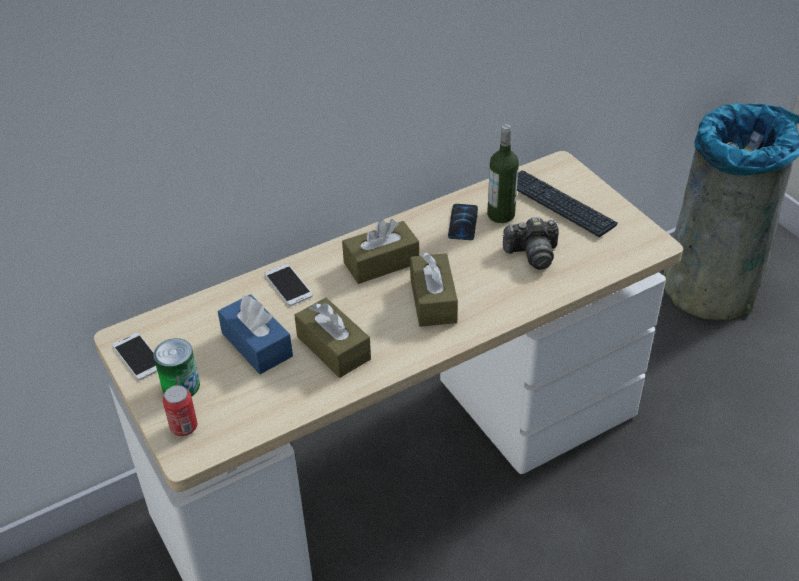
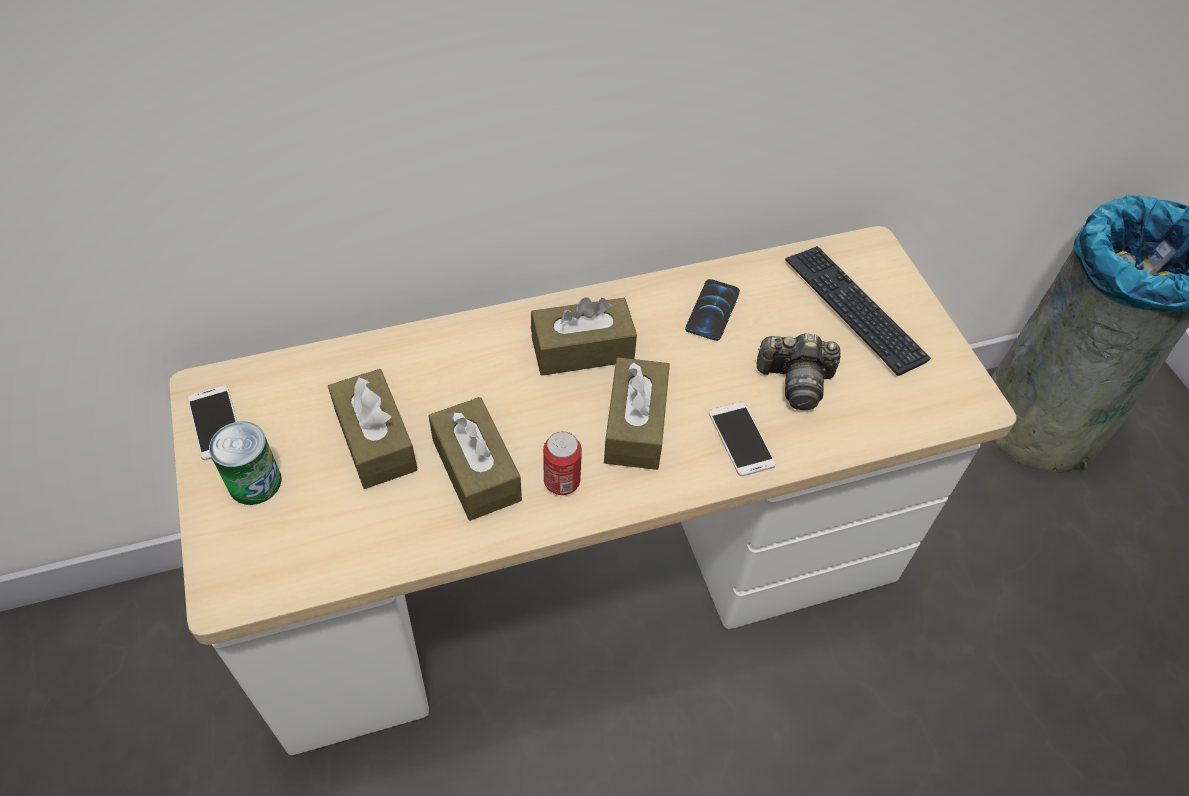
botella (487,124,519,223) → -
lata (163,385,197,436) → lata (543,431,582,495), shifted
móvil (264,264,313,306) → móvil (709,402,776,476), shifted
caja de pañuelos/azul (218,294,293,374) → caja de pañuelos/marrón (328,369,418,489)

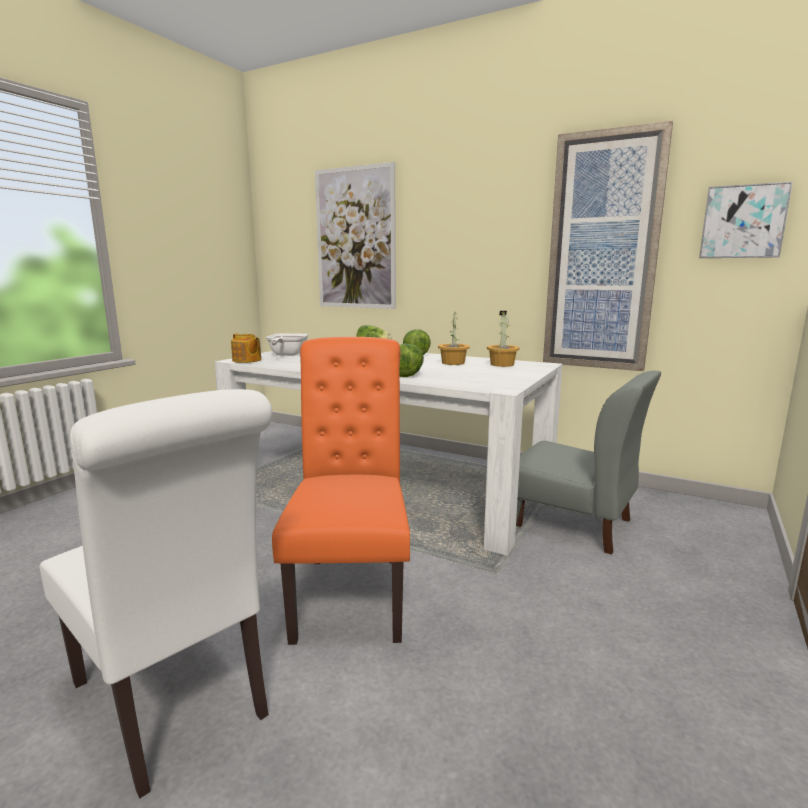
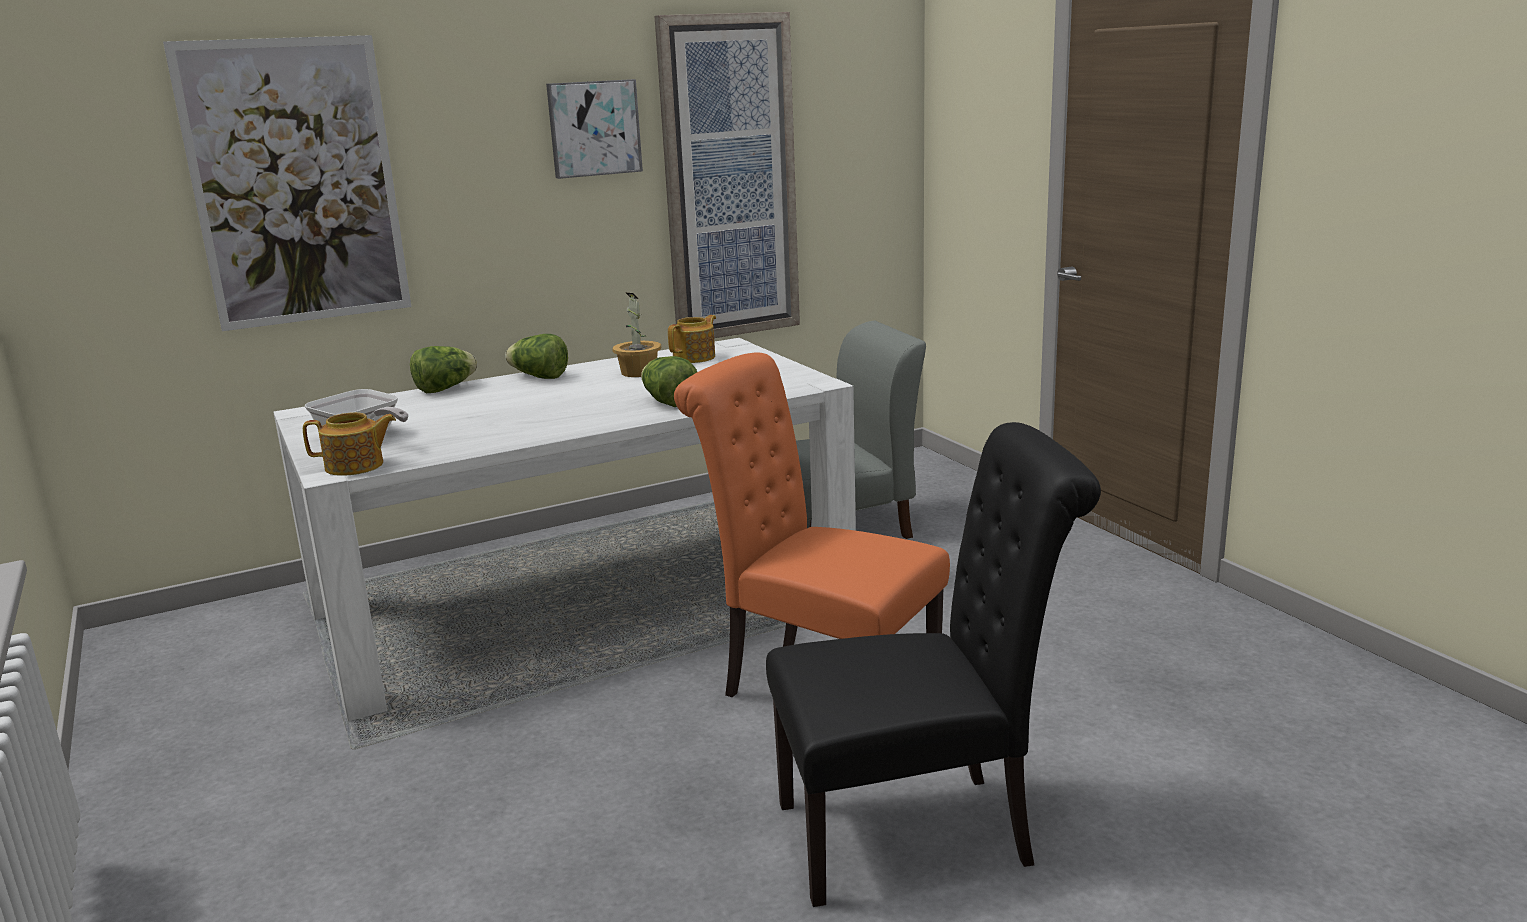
cuadro (699,182,793,258) → cuadro (546,79,643,179), shifted
planta en maceta (487,311,520,367) → tetera (668,315,716,363)
silla/blanco (40,389,272,799) → silla/negro (766,422,1101,907)

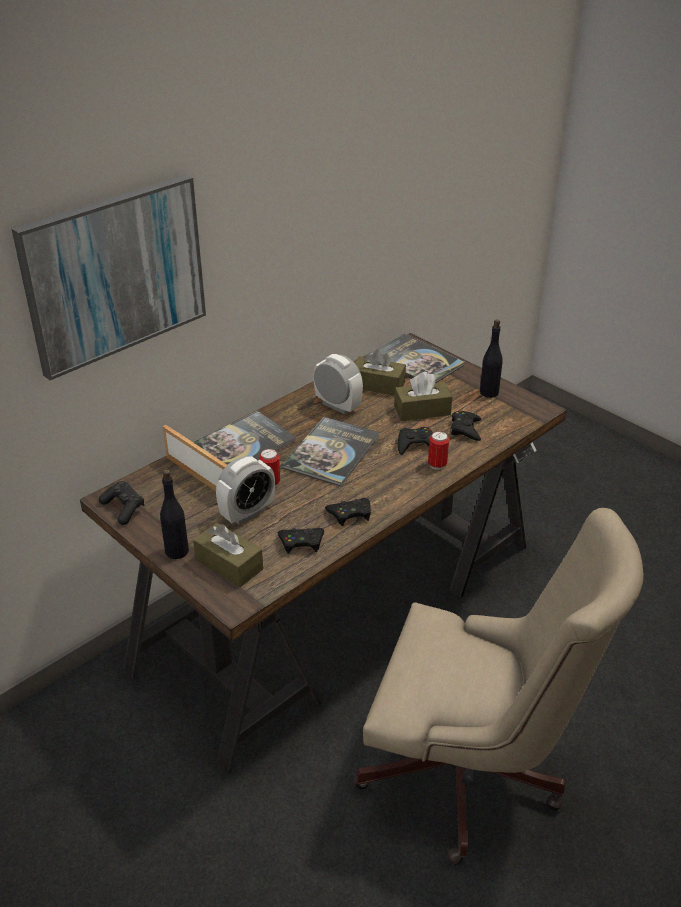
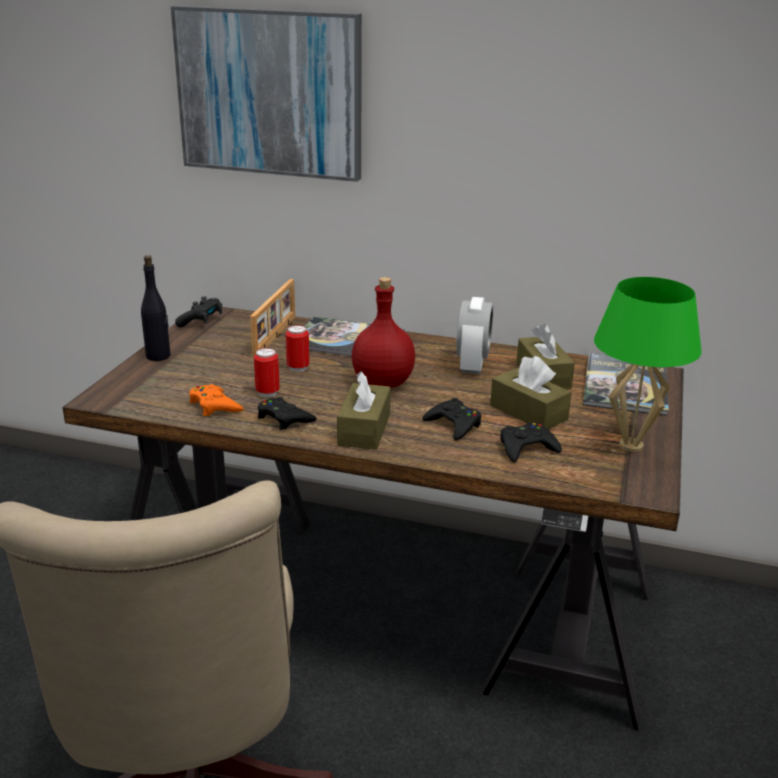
despertador (216,456,275,525) → -
caja de pañuelos/marrón (193,523,263,587) → caja de pañuelos/marrón (337,371,391,450), shifted
lata (428,431,449,470) → lata (254,348,280,397), shifted
libro (282,417,380,486) → botella/rojo (352,277,415,388)
botella/negro (480,319,503,398) → lámpara de mesa/verde (594,277,701,452)
mando de consola/negro (278,528,324,554) → mando de consola/naranja (189,384,244,416)

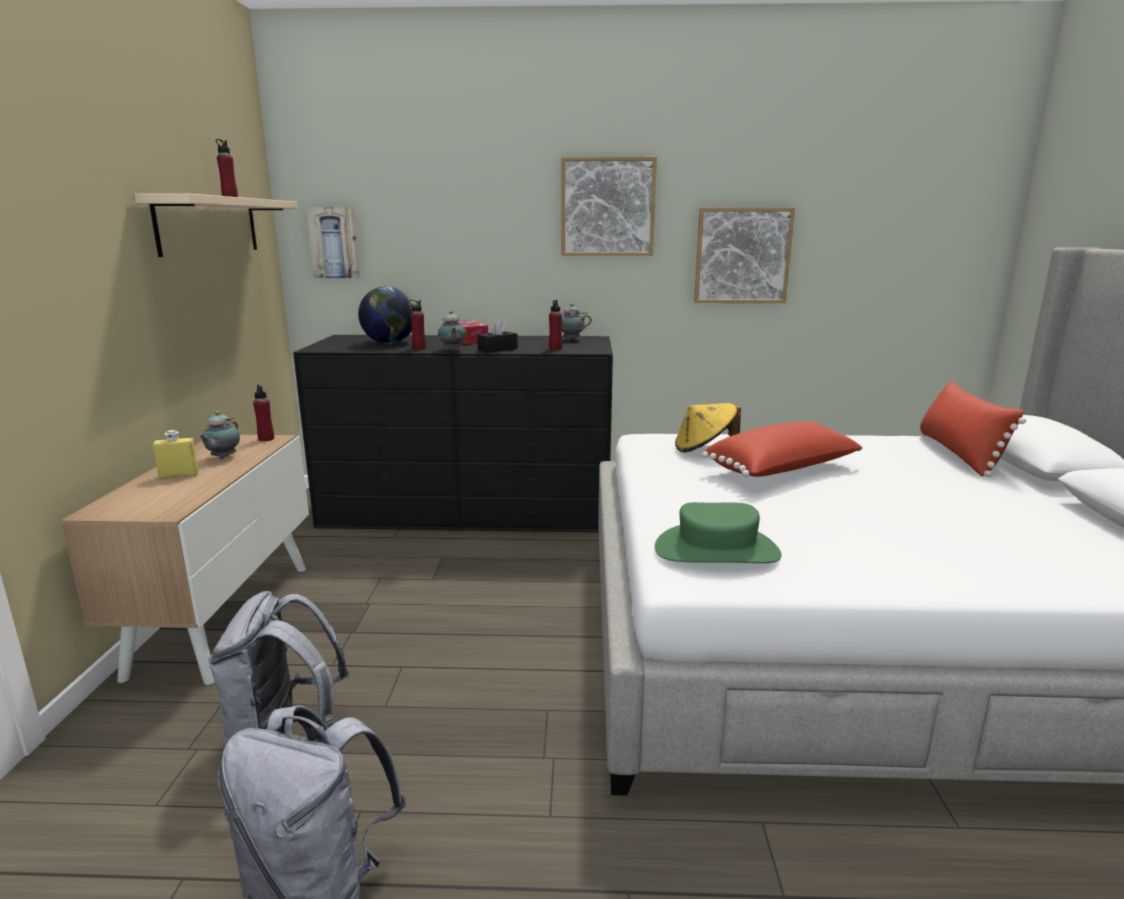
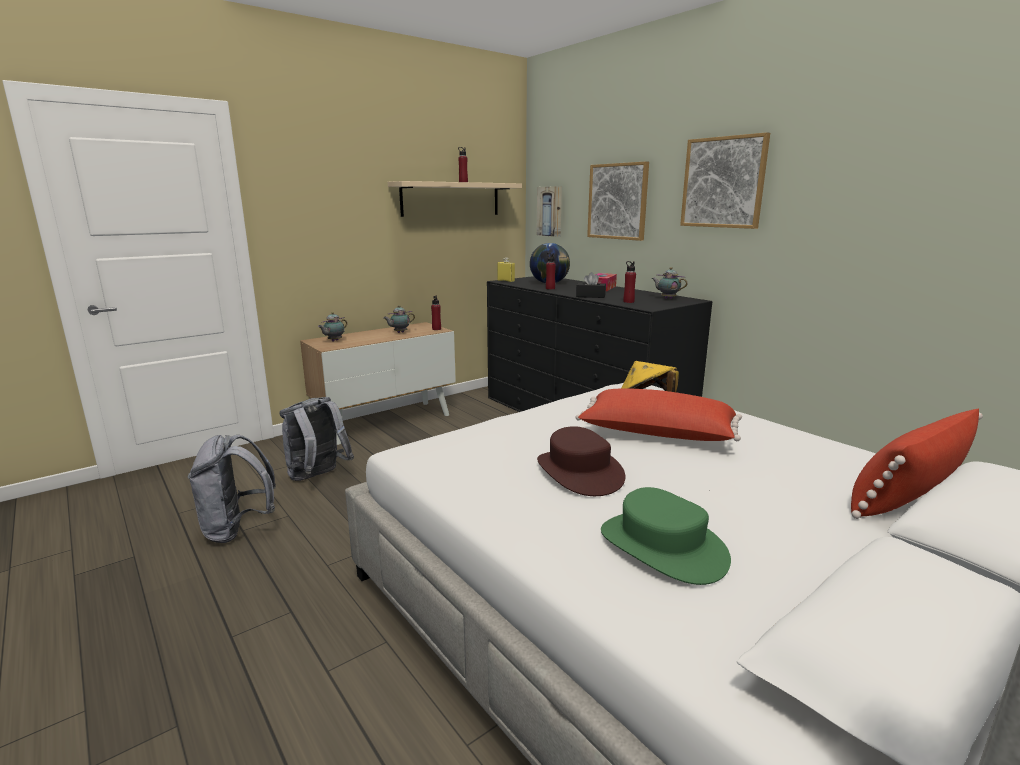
- → sombrero/marrón (537,426,626,496)
botella/amarillo (152,430,199,479) → botella/amarillo (497,258,515,282), shifted
tetera (438,311,466,351) → tetera (318,312,347,341), shifted
sombrero/verde (655,502,782,563) → sombrero/verde (601,487,731,585), shifted
cuadro (694,208,795,303) → cuadro (587,161,649,241), shifted

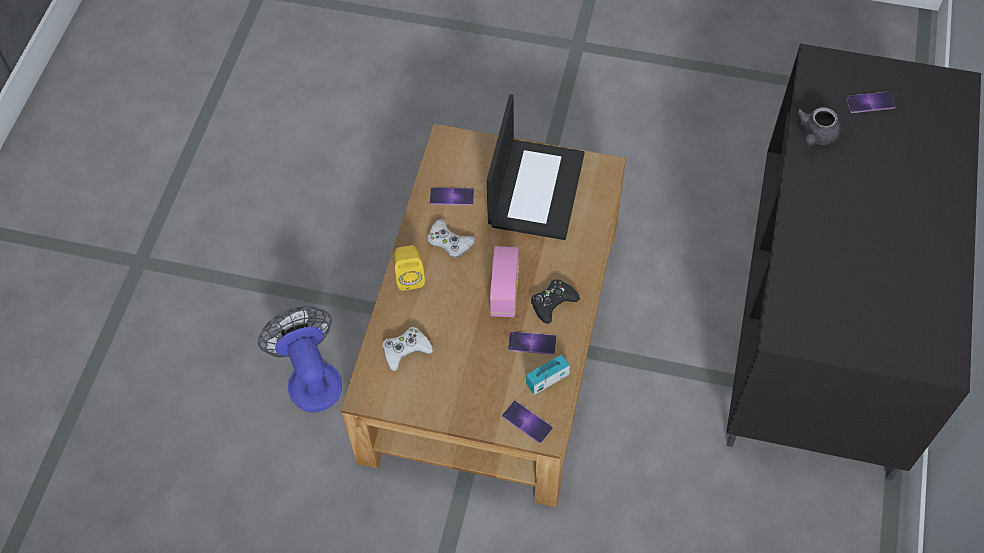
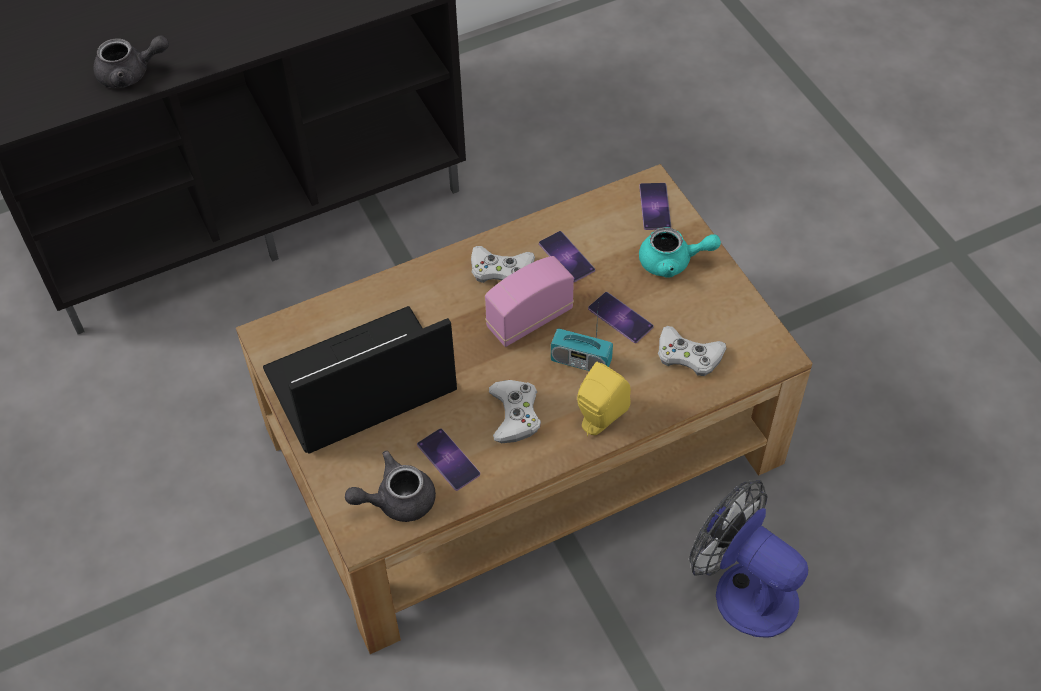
- → tetera/gris (345,451,436,522)
- → tetera/turquesa (639,227,721,278)
radio (526,355,570,395) → radio (551,312,613,371), shifted
móvil (846,91,896,113) → móvil (588,292,654,343), shifted
mando de consola/negro (531,279,580,324) → mando de consola/blanco (471,246,535,283)
ventilador (258,306,342,412) → ventilador (689,480,808,638), 105 degrees clockwise

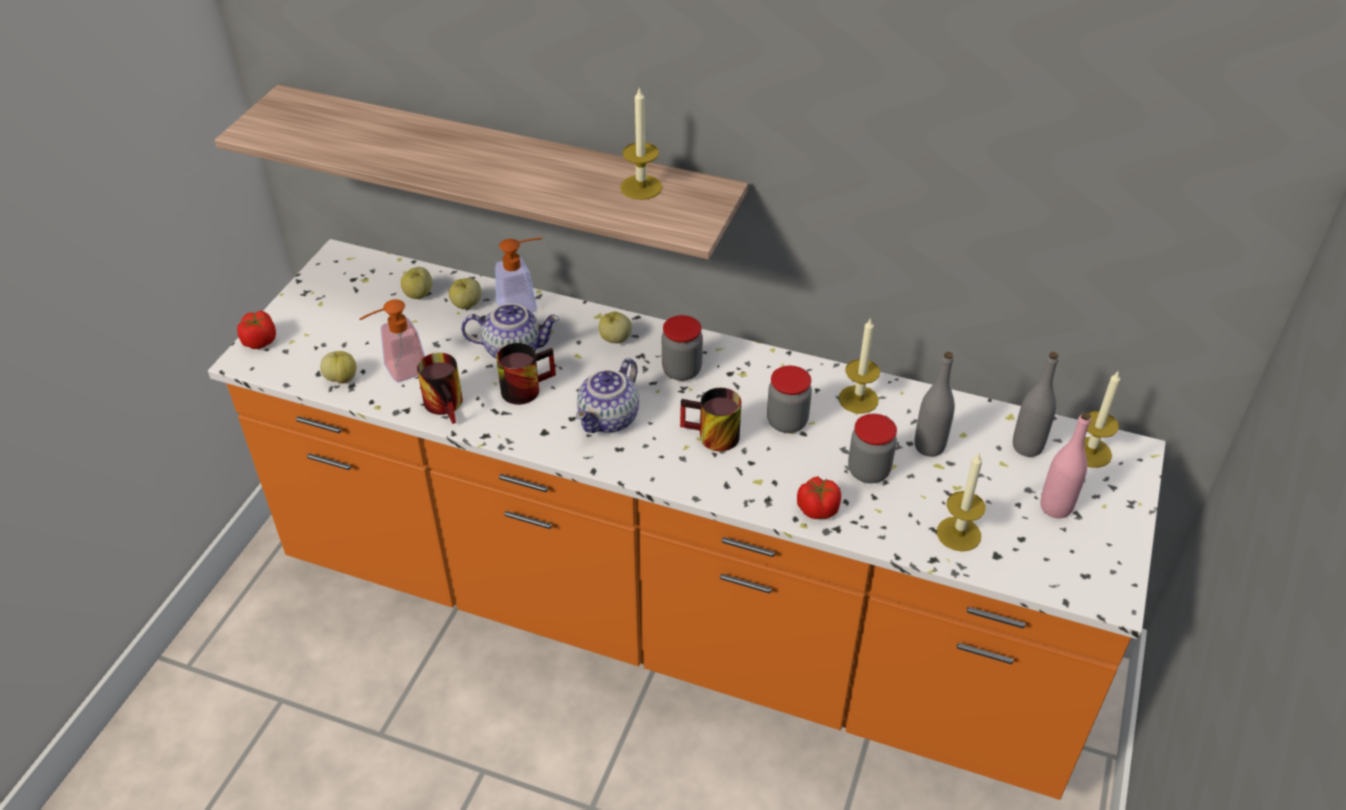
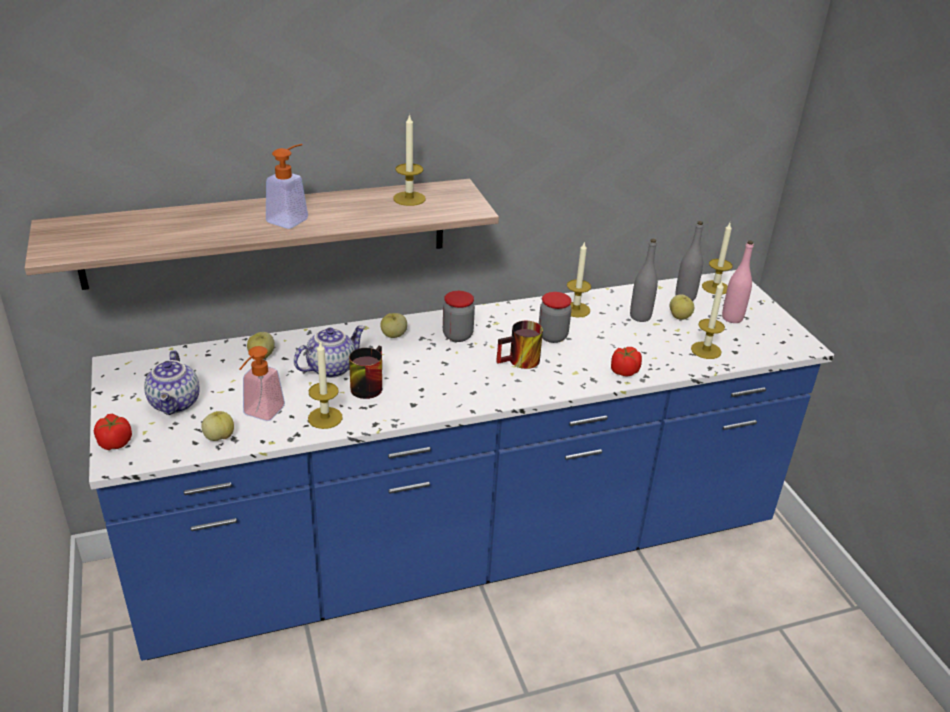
tarro (848,414,897,483) → -
manzana (401,267,432,299) → manzana (670,294,694,320), shifted
dispensador de jabón (495,238,543,313) → dispensador de jabón (266,144,308,229), shifted
tetera (576,358,639,433) → tetera (144,350,200,415), shifted
taza grande (417,353,463,424) → vela (308,341,343,429)
mueble bajo de cocina/naranja (208,239,1166,800) → mueble bajo de cocina/azul (89,270,834,661)

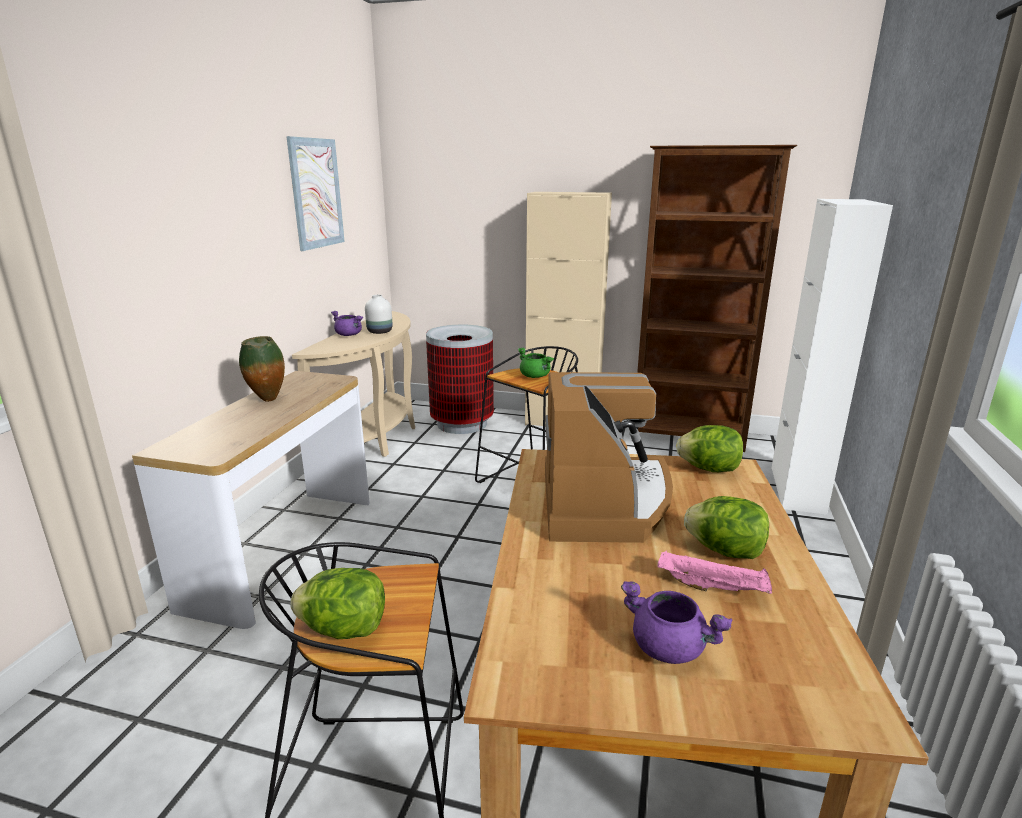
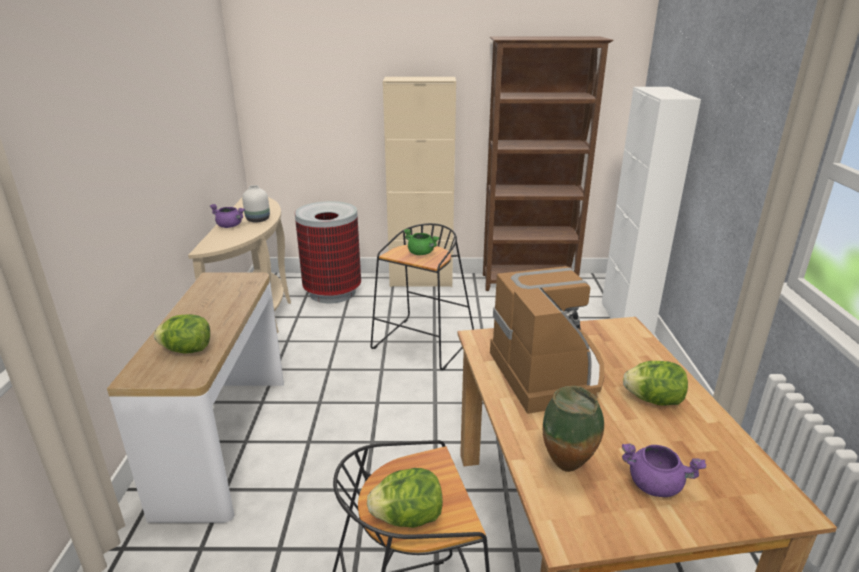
cuadro (286,136,345,251) → -
bandeja/rosa (657,551,772,594) → -
florero (239,336,285,402) → florero (543,386,604,472), shifted
lechuga (676,425,743,472) → lechuga (154,314,210,354), shifted

